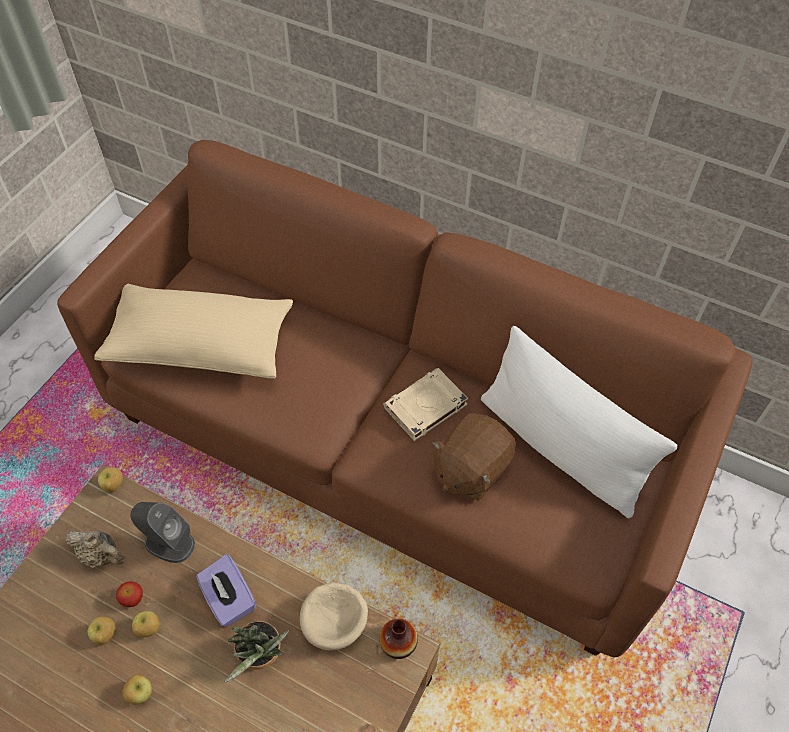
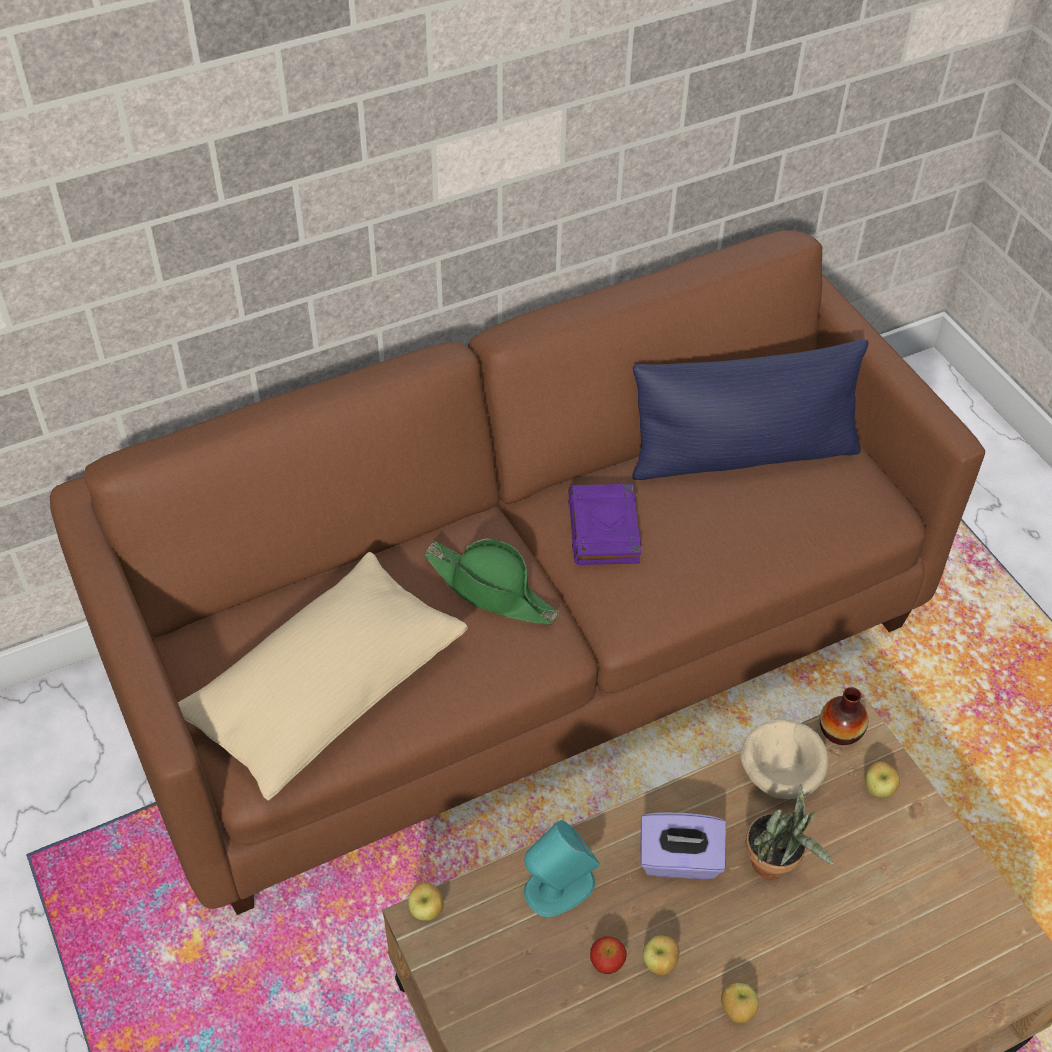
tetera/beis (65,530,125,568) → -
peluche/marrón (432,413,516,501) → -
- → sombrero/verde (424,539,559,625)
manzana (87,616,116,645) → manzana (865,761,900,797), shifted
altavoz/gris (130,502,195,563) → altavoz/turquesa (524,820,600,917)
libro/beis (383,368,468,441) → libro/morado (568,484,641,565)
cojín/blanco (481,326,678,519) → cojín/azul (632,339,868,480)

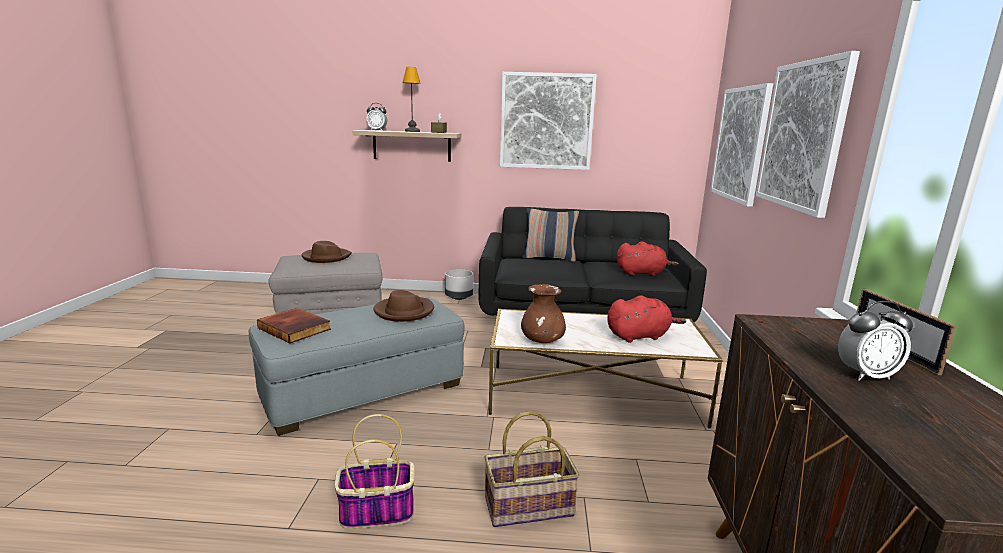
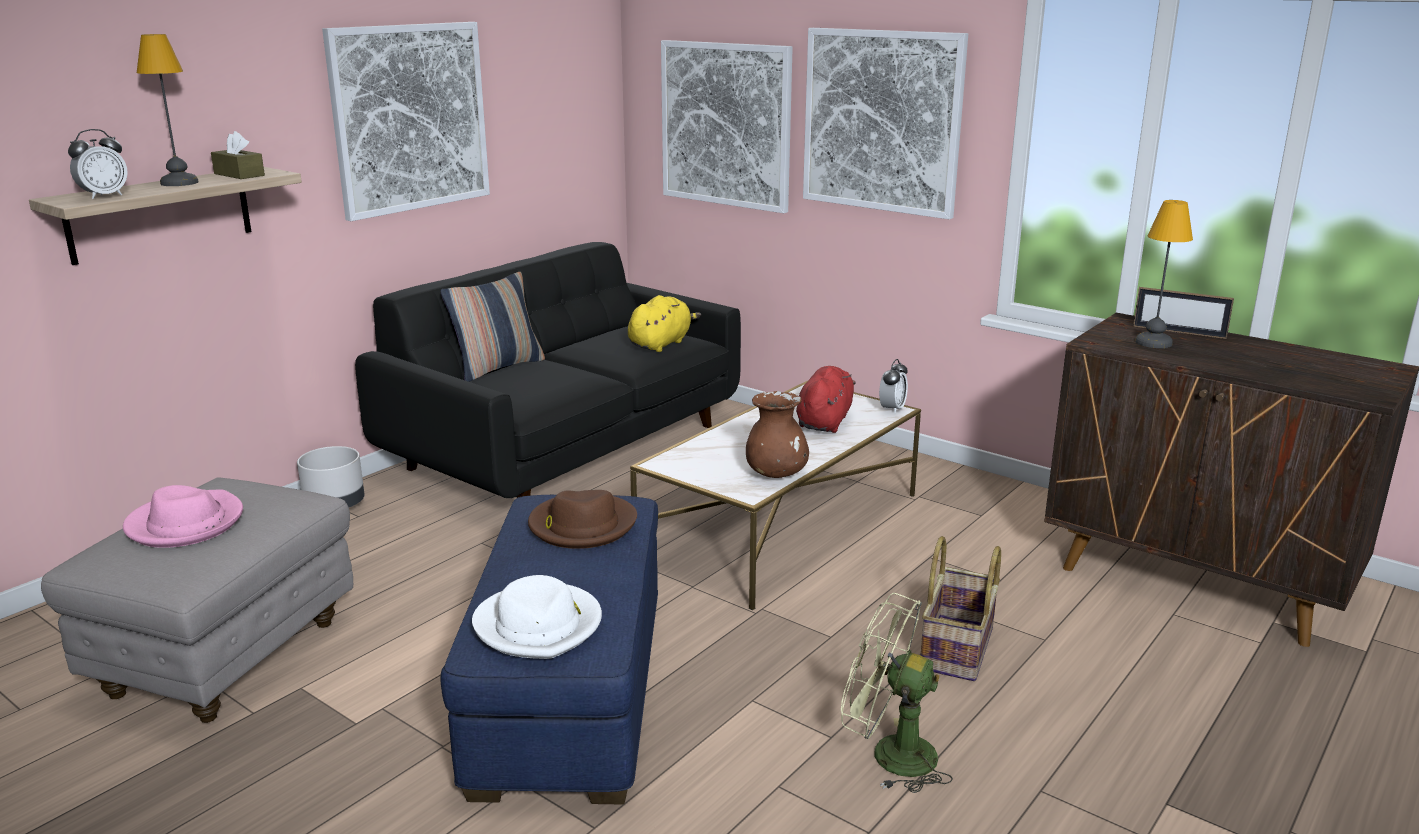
- → lámpara de mesa (1135,200,1193,348)
despertador (838,301,913,381) → despertador (879,359,908,414), shifted
libro (257,308,331,343) → sombrero/blanco (472,575,602,659)
cesta (334,414,414,529) → ventilador/verde (841,593,953,793)
puf/gris (249,297,465,436) → puf/azul (441,495,658,805)
sombrero/marrón (301,241,352,263) → sombrero/rosa (123,485,243,548)
peluche/rojo (617,241,679,276) → peluche/amarillo (628,295,701,352)

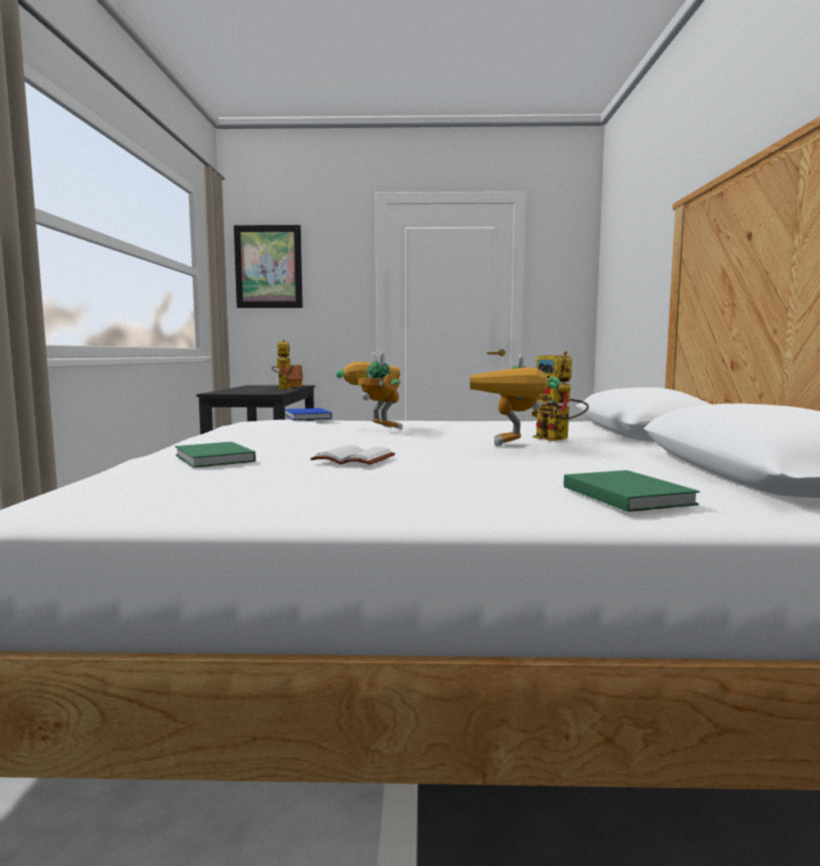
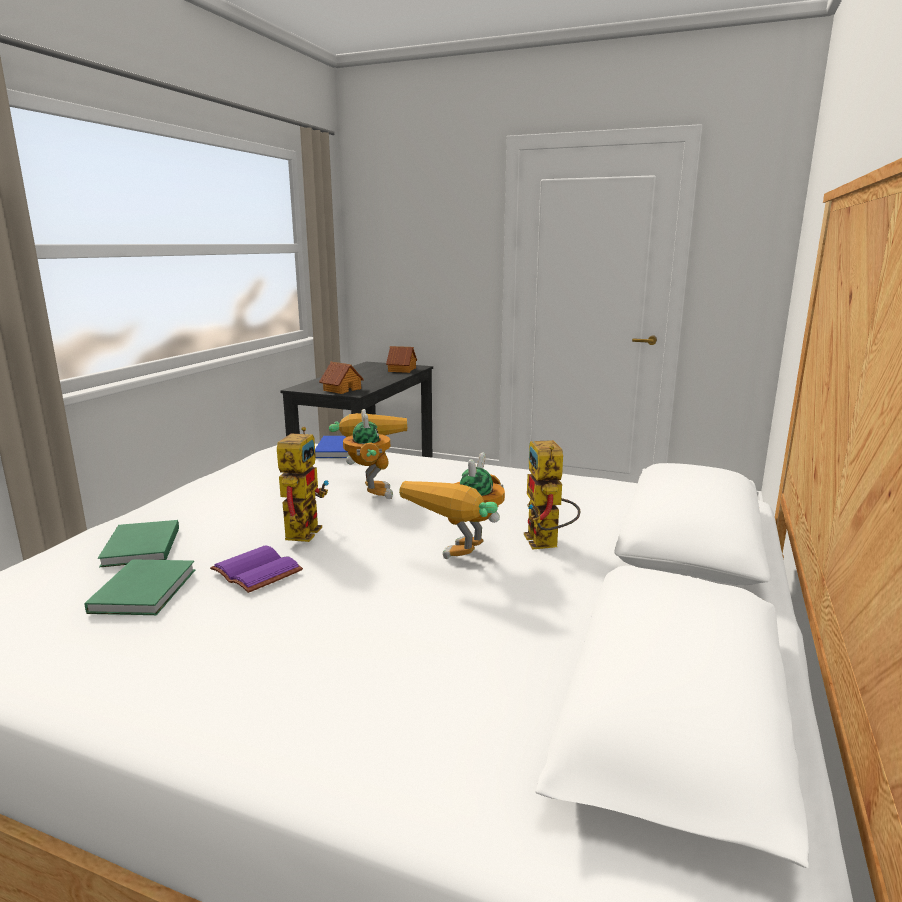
cuadro (234,225,303,308) → -
- → casita (319,362,364,394)
robot de juguete (272,339,295,390) → robot de juguete (277,426,329,542), shifted
libro/verde (564,470,700,512) → libro/verde (85,559,195,615), shifted
libro/blanco (310,445,395,465) → libro/morado (210,545,303,593)

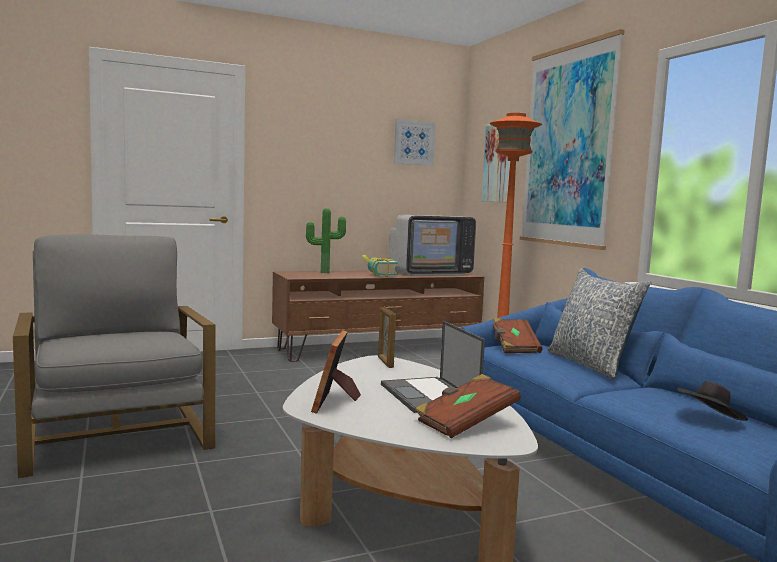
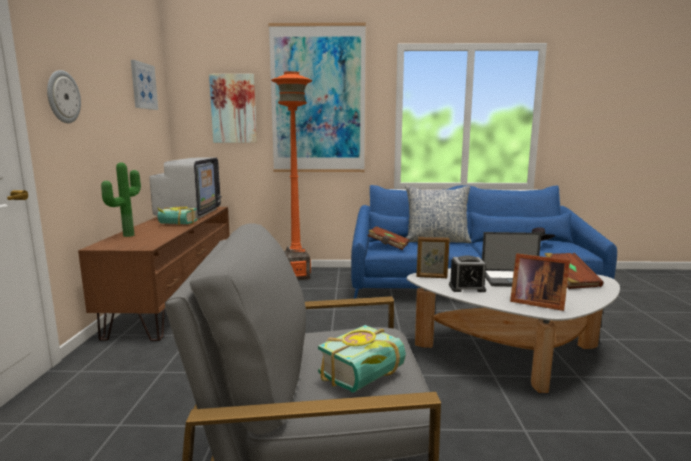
- → reloj de pared (47,70,81,123)
- → libro (318,325,406,393)
- → despertador (449,255,486,292)

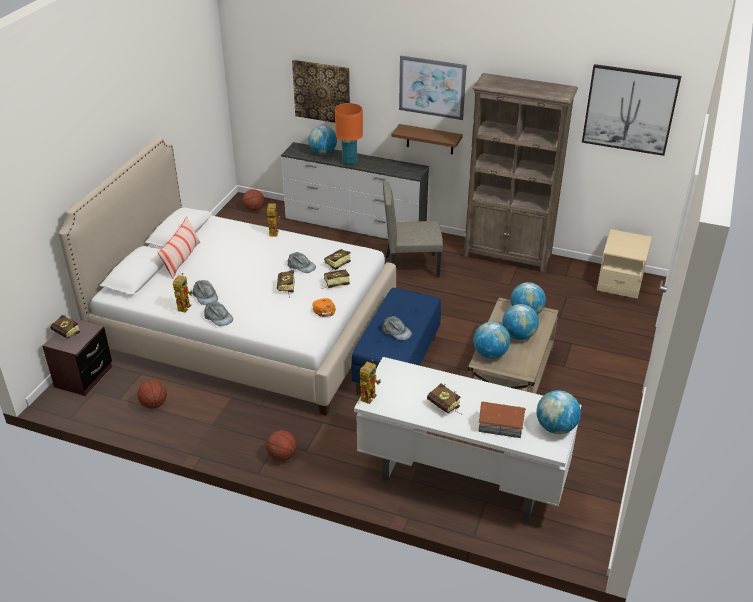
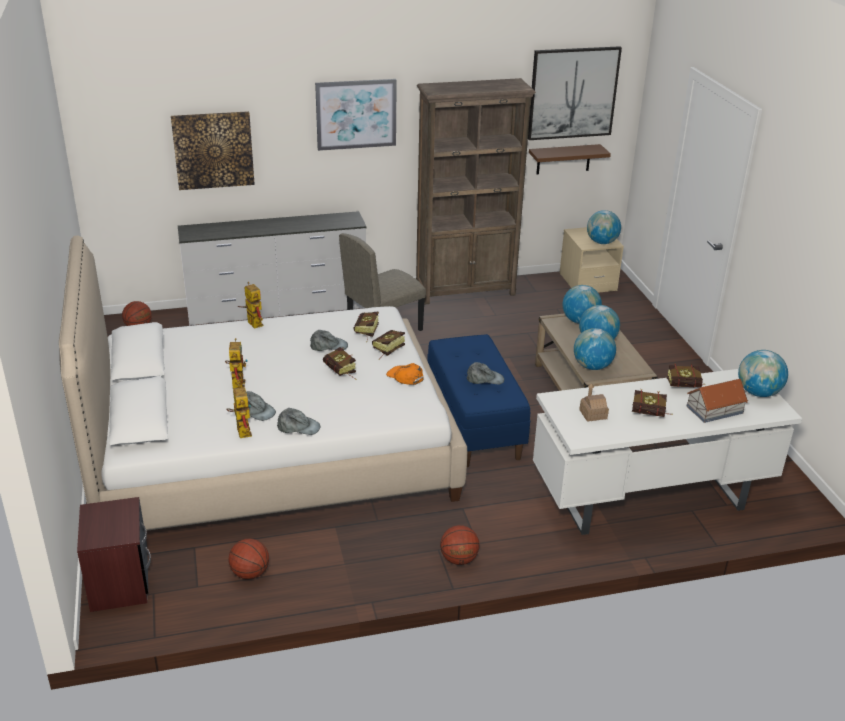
cojín (157,217,200,279) → -
lámpara de mesa/naranja (335,103,363,165) → -
- → casita (579,383,609,422)
libro (50,315,81,338) → libro (667,363,705,387), shifted
globo terráqueo (308,126,337,155) → globo terráqueo (587,210,621,244), shifted
robot de juguete (360,359,381,404) → robot de juguete (225,338,247,389), shifted
estante/marrón (391,124,463,155) → estante/marrón (529,144,611,174), shifted

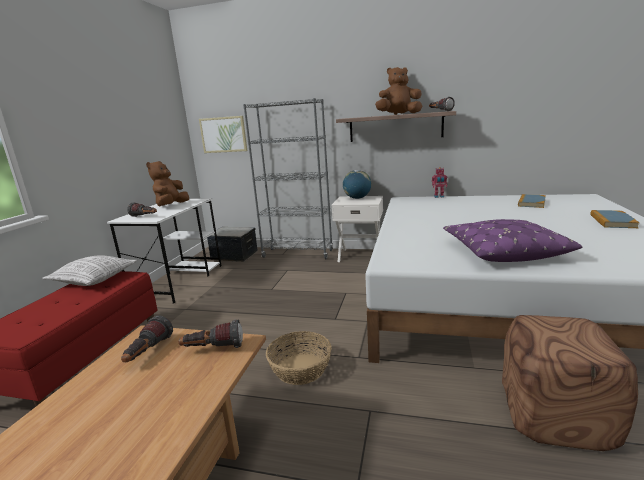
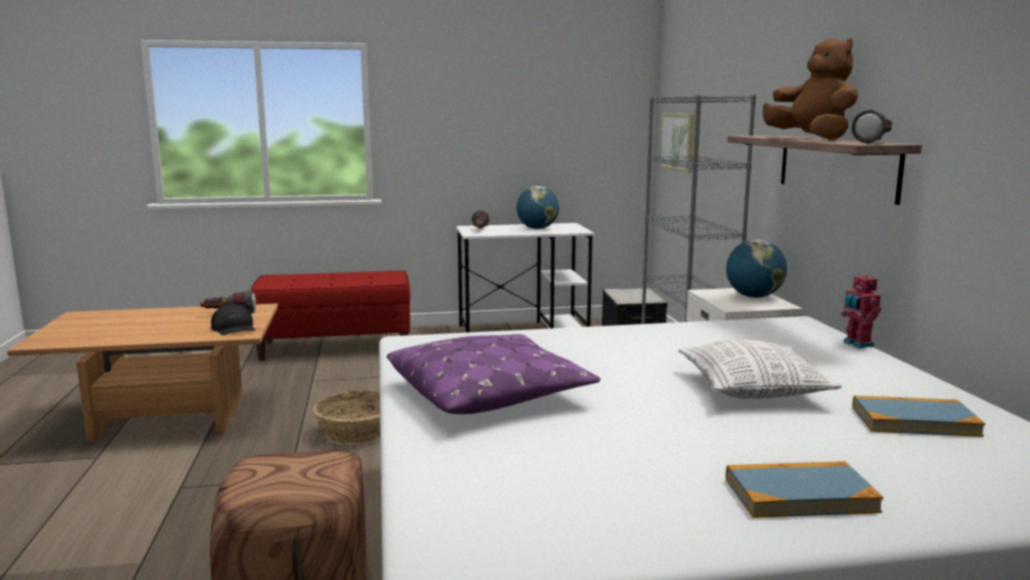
cojín (43,255,137,286) → cojín (678,339,842,399), shifted
peluche/marrón (146,161,189,206) → globo terráqueo (516,186,559,229)
linterna (179,319,243,348) → gorra/negro (211,304,256,335)

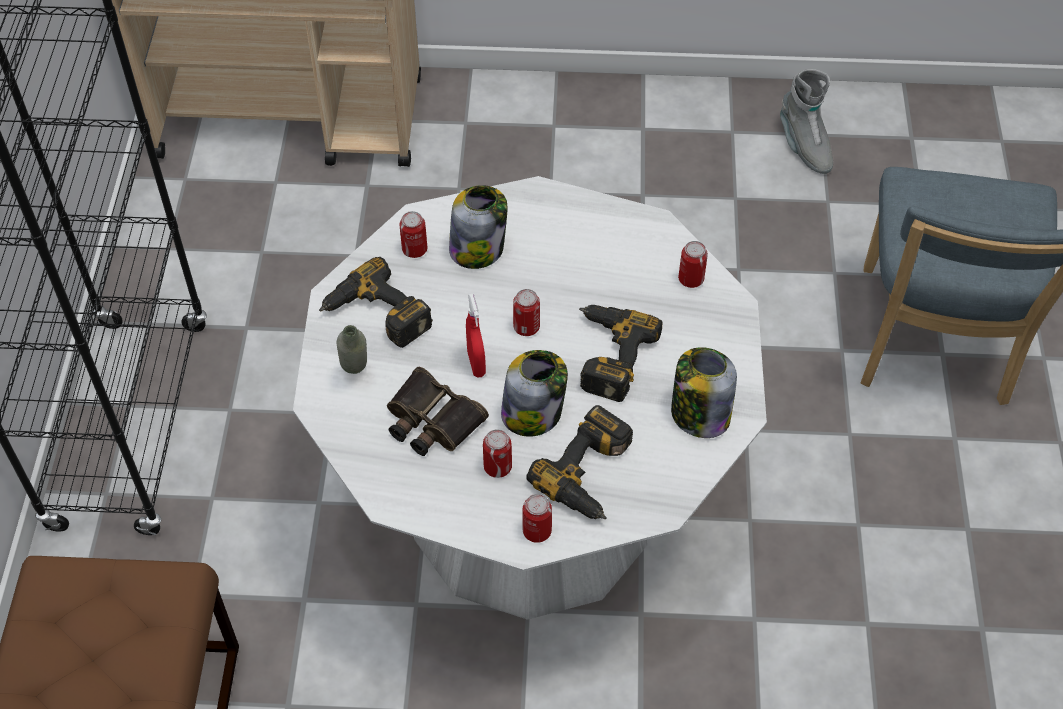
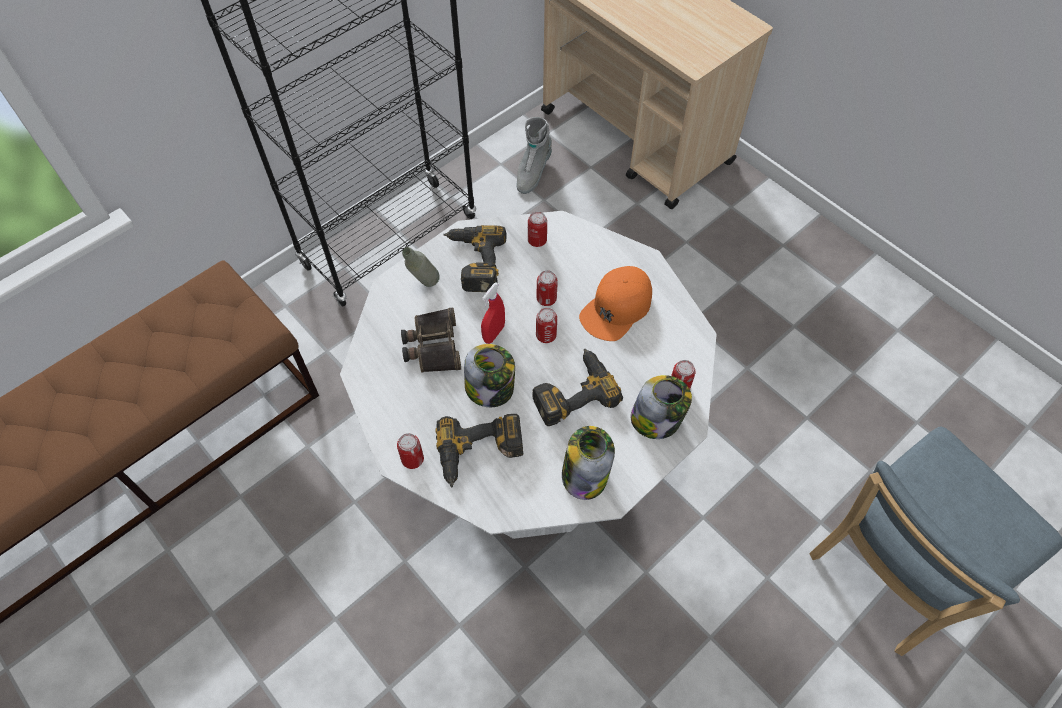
- → gorra/naranja (579,266,652,341)
tarro (449,185,508,269) → tarro (631,375,692,439), shifted
lata (483,429,512,478) → lata (537,270,557,306), shifted
bota/gris (780,69,833,174) → bota/gris (516,117,552,194), shifted

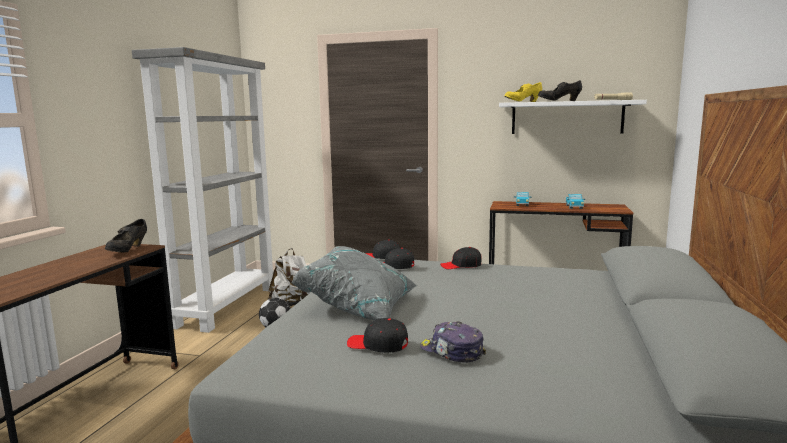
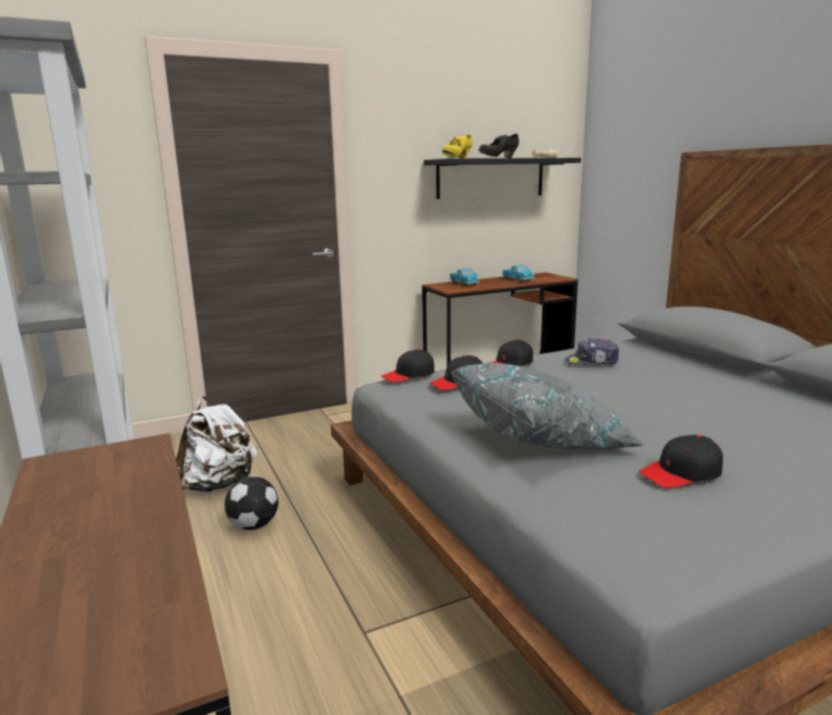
zapato/negro (105,219,147,252) → -
gorra (420,321,486,363) → gorra (565,338,619,365), shifted
estante/blanco (499,100,647,134) → estante/negro (424,158,581,199)

